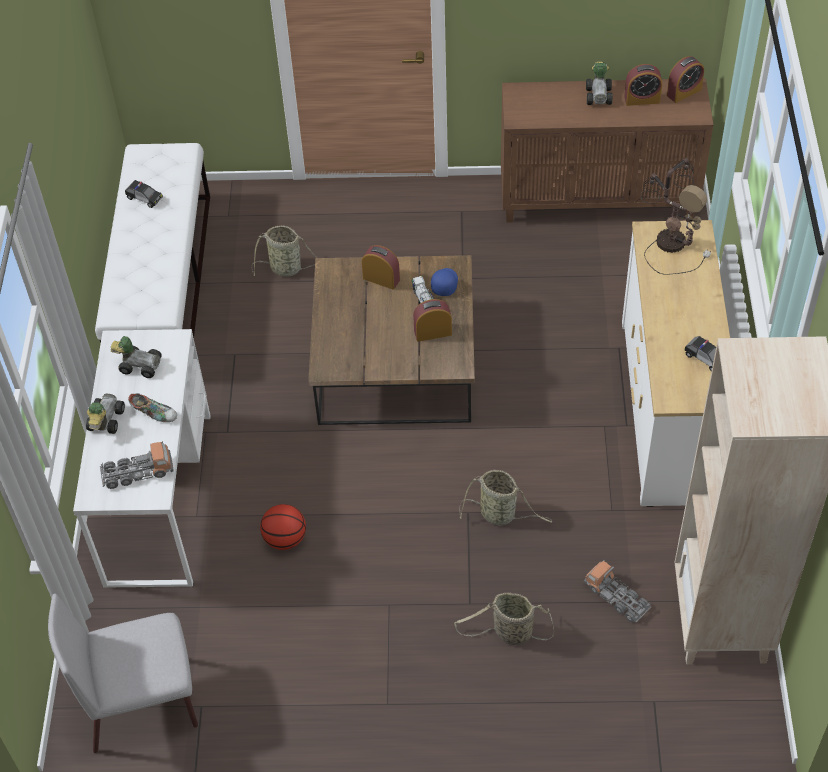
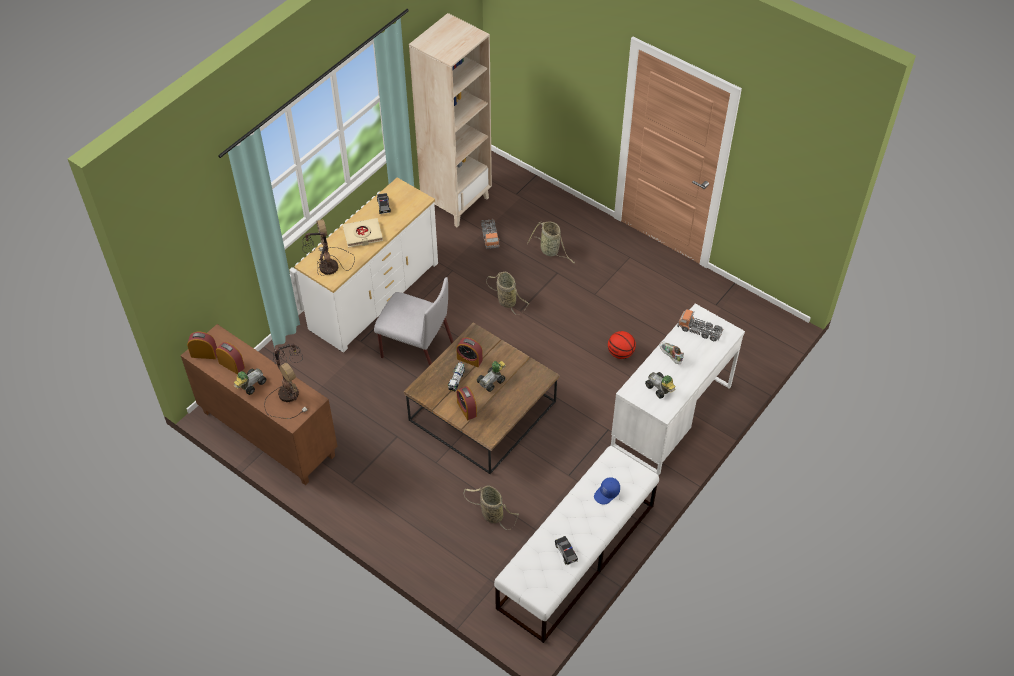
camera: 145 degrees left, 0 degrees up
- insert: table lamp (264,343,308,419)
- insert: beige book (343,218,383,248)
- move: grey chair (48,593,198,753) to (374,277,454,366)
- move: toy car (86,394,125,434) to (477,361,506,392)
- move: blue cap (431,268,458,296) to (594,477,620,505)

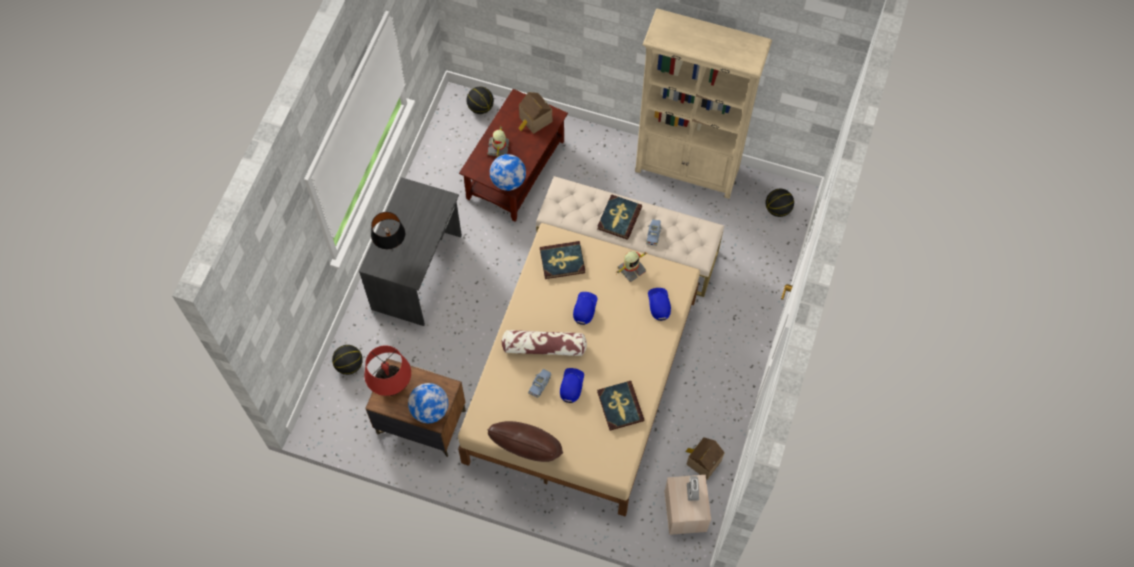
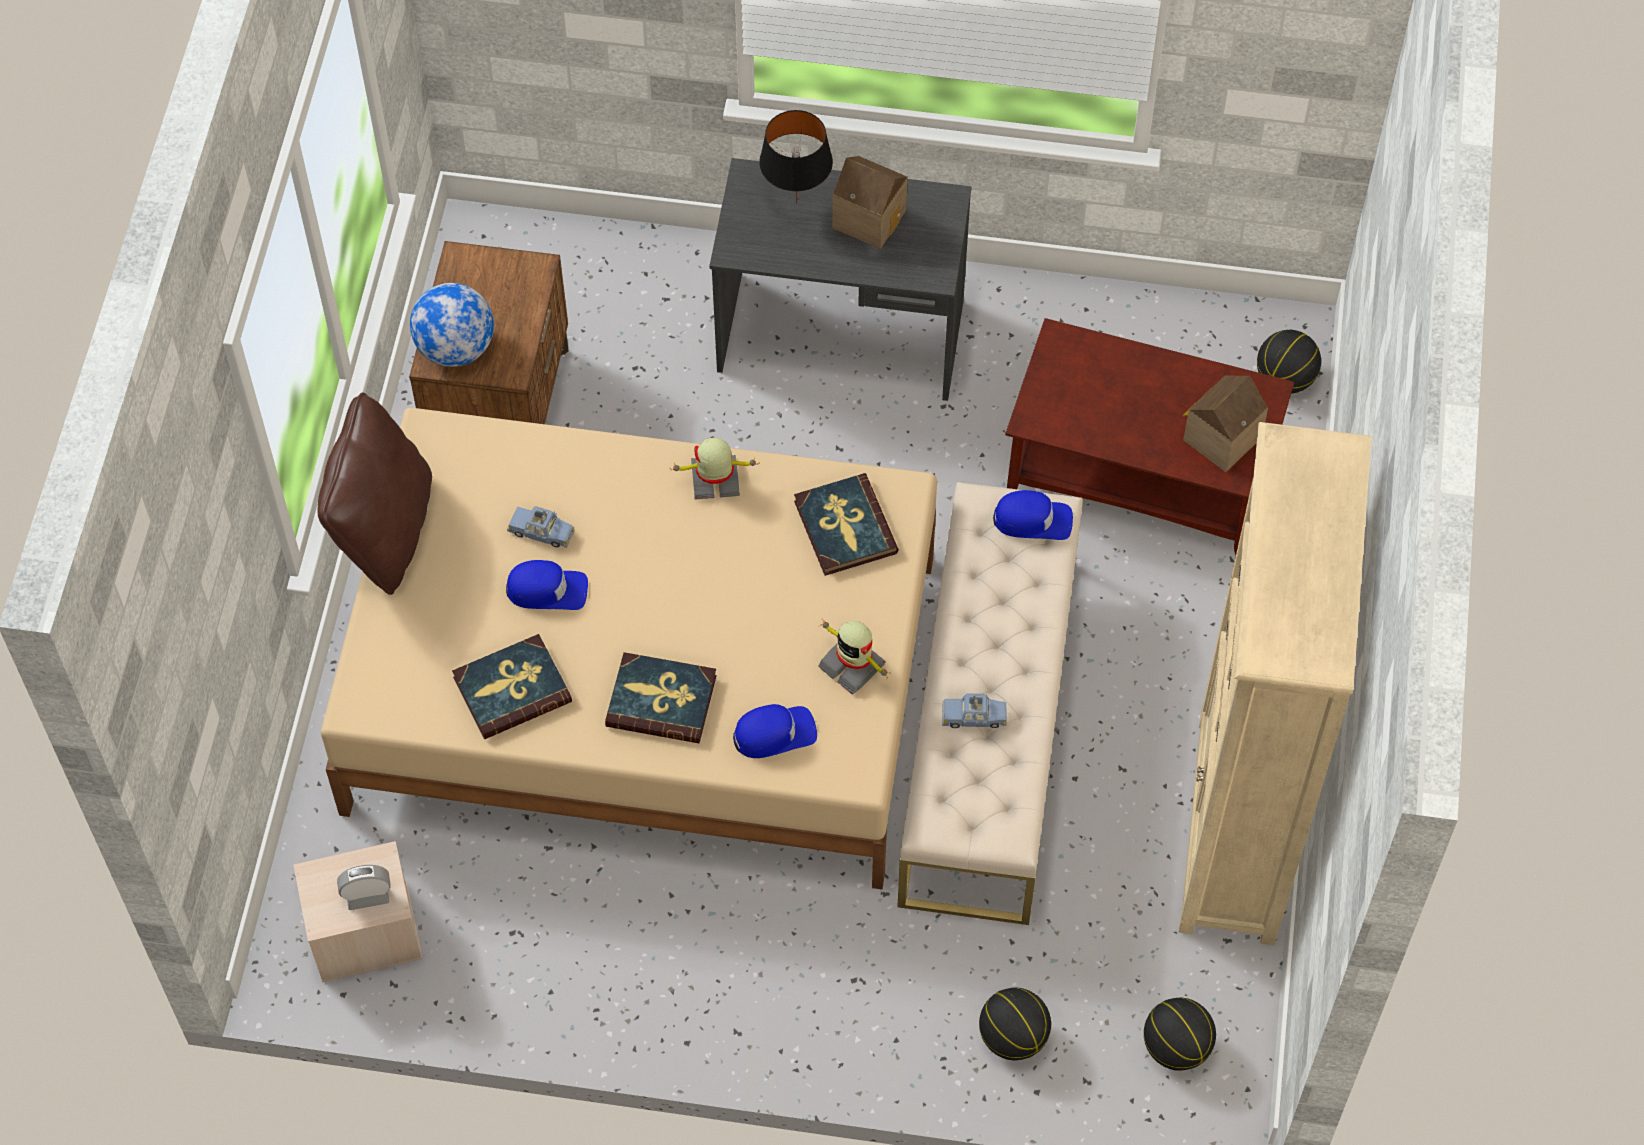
camera: 80 degrees right, 5 degrees down
- delete: red table lamp (364,345,411,396)
- delete: globe (490,154,526,191)
- delete: pillow (502,330,587,356)
- move: basketball (332,345,363,375) to (979,987,1051,1060)
- move: toy robot (487,127,509,157) to (670,438,760,500)
- move: blue cap (573,292,597,325) to (993,490,1073,540)
- move: book (597,194,642,240) to (605,652,717,743)
- move: toy house (685,437,725,479) to (832,156,908,249)

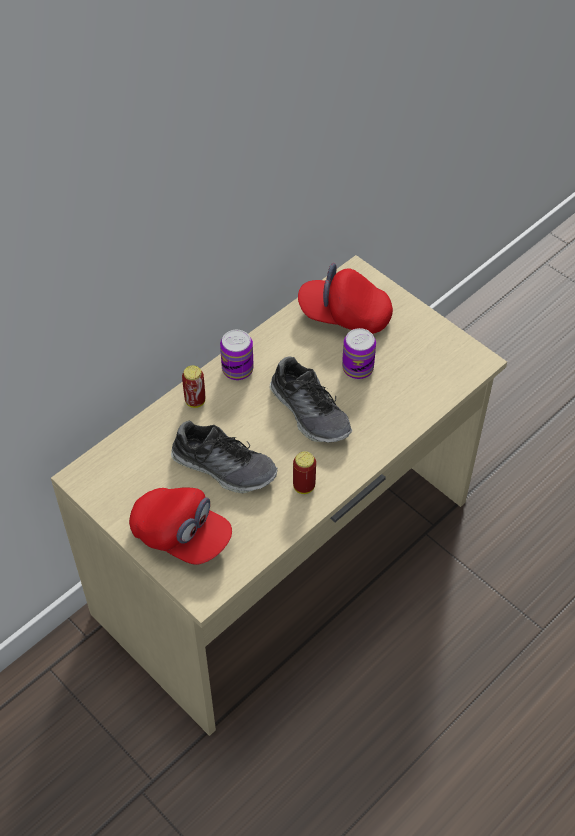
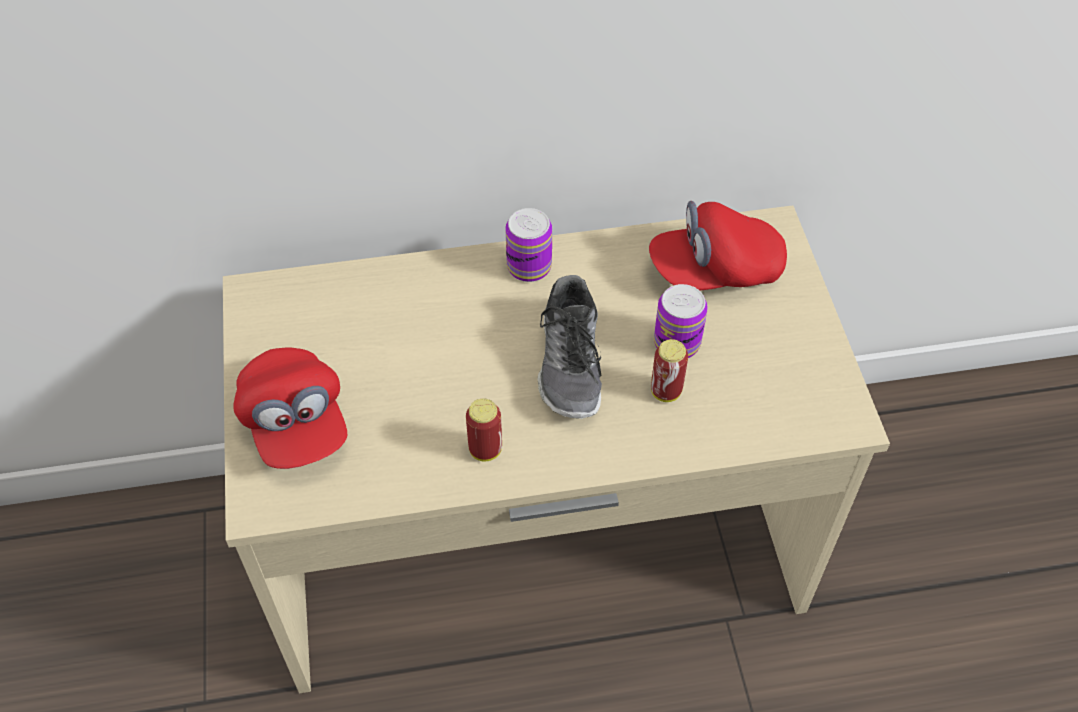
camera: 35 degrees right, 0 degrees up
- delete: shoe (171,421,278,493)
- move: can (182,365,205,408) to (651,339,688,402)
- rotate: red cap (298,263,393,334) = (649,201,787,291) 60 degrees counterclockwise

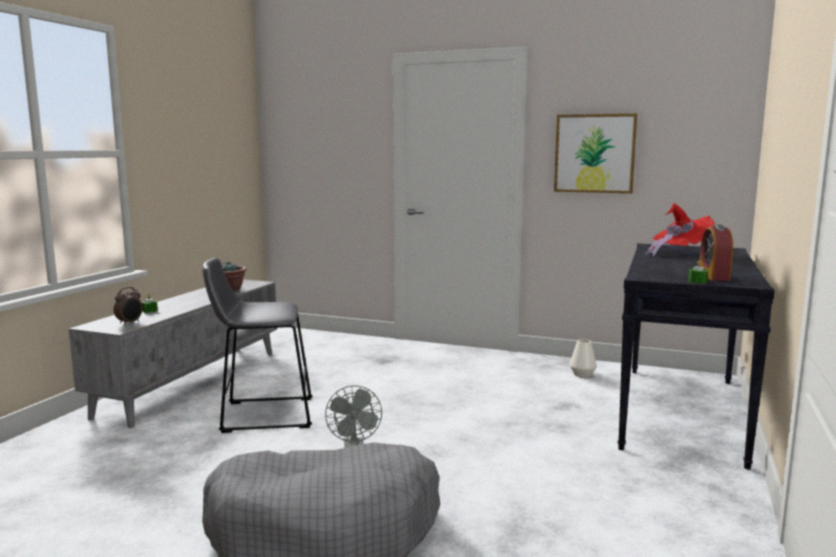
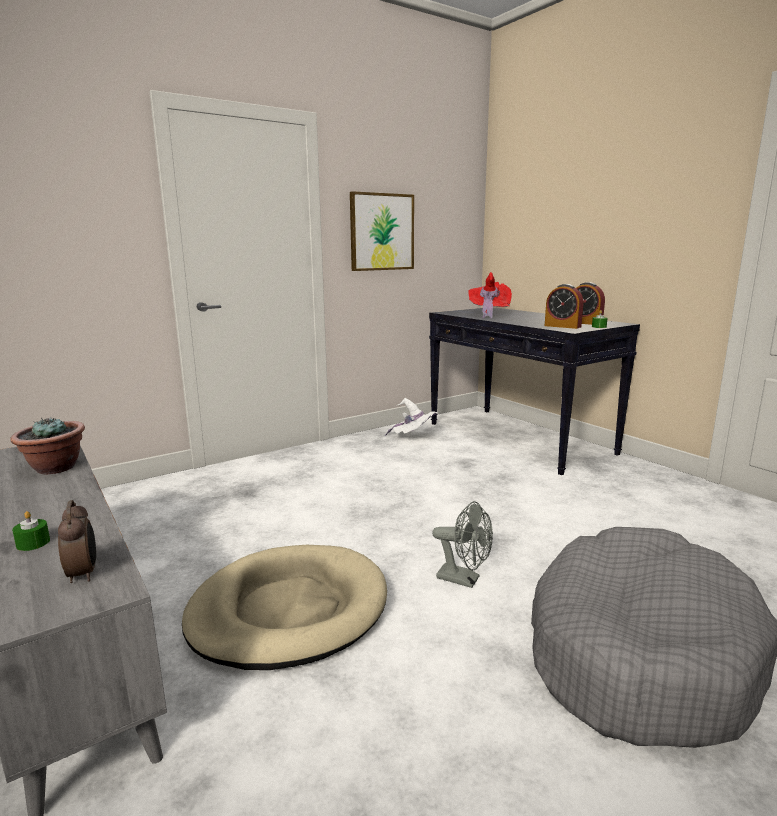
camera: 55 degrees left, 5 degrees up
- insert: alarm clock (545,284,584,329)
- replace: grey stool (202,258,312,433) to beige dog bed (182,545,387,670)
- replace: white vase (569,339,597,377) to white hat (385,398,438,436)

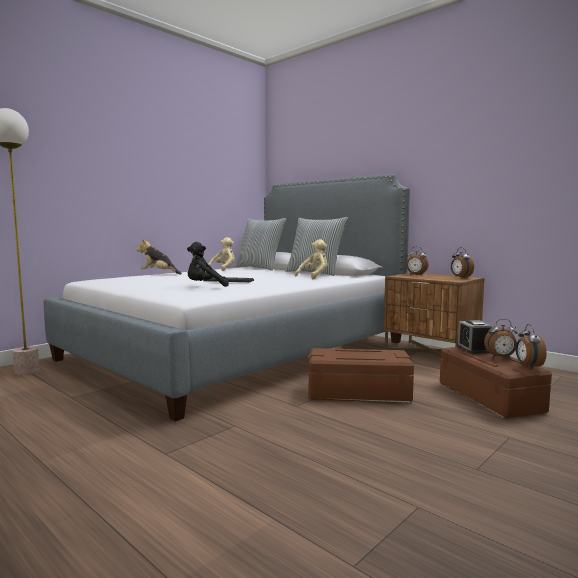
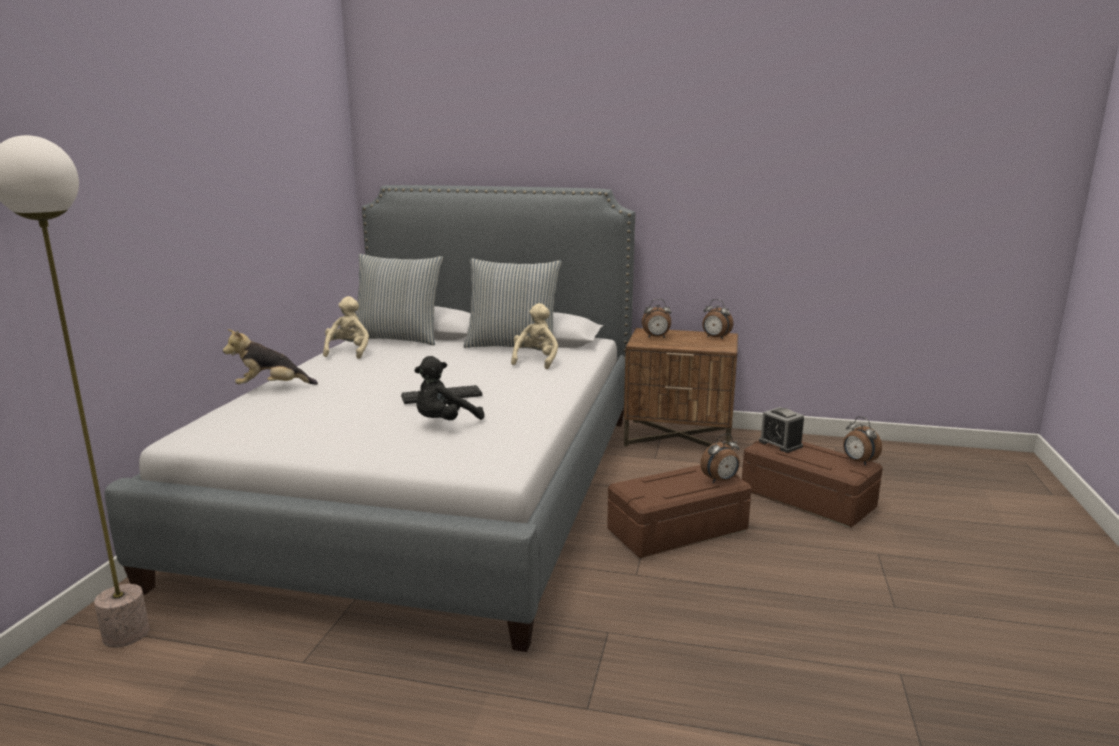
camera: 30 degrees left, 10 degrees up
- move: alarm clock (484,319,518,358) to (700,434,740,483)

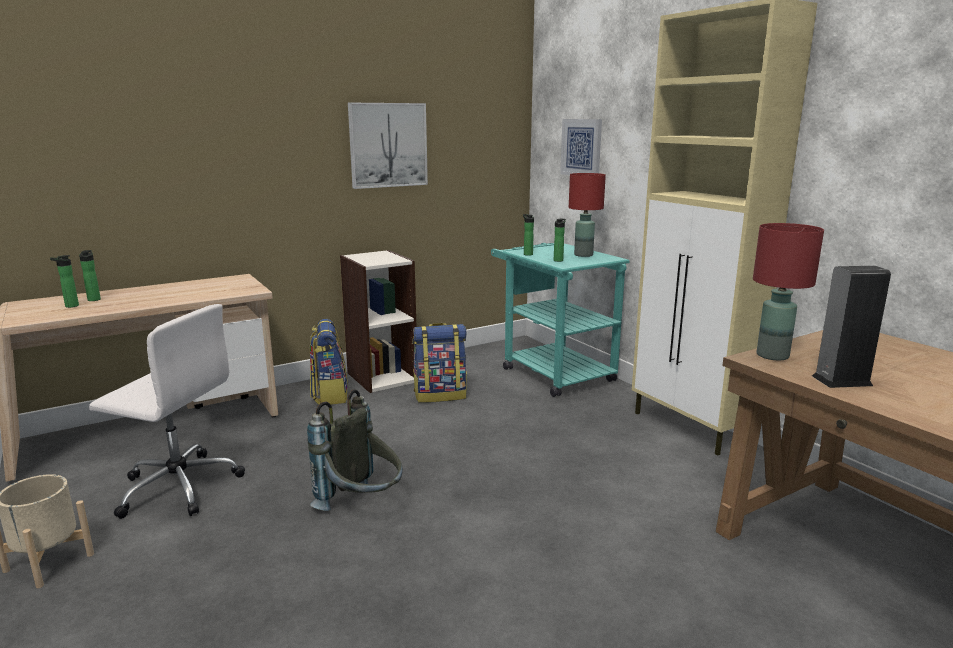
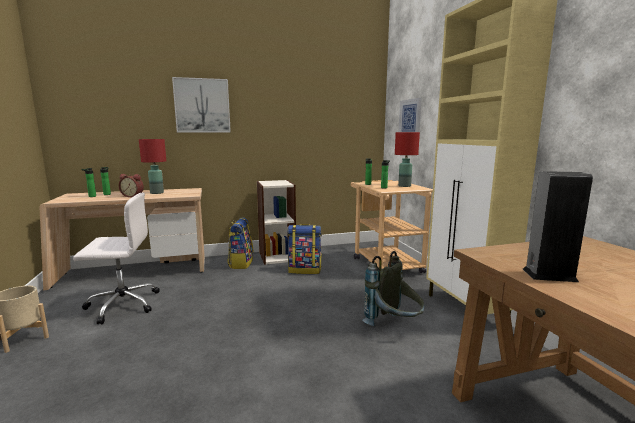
camera: 15 degrees right, 5 degrees down
- insert: alarm clock (119,174,144,197)
- move: grey backpack (307,389,403,511) to (362,251,425,326)
- move: picture (348,103,428,189) to (172,77,231,132)
- move: red table lamp (753,223,824,360) to (139,139,166,194)
- recolor: turquoise cart (491,243,630,397) to beige cart (351,180,433,273)
- rotate: white office chair (89,304,245,519) = (73,193,160,324) 45 degrees counterclockwise

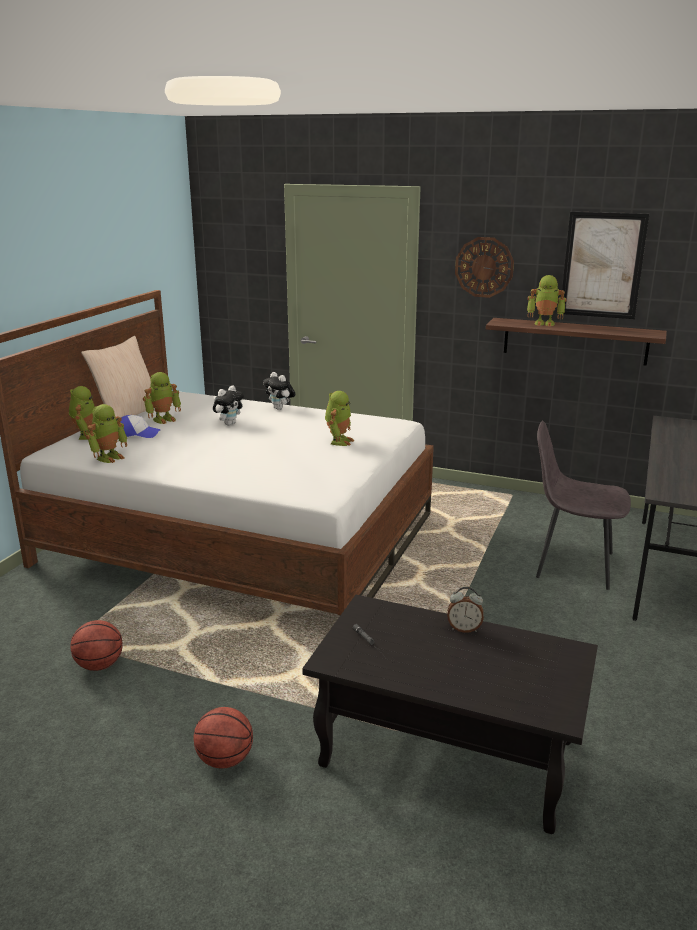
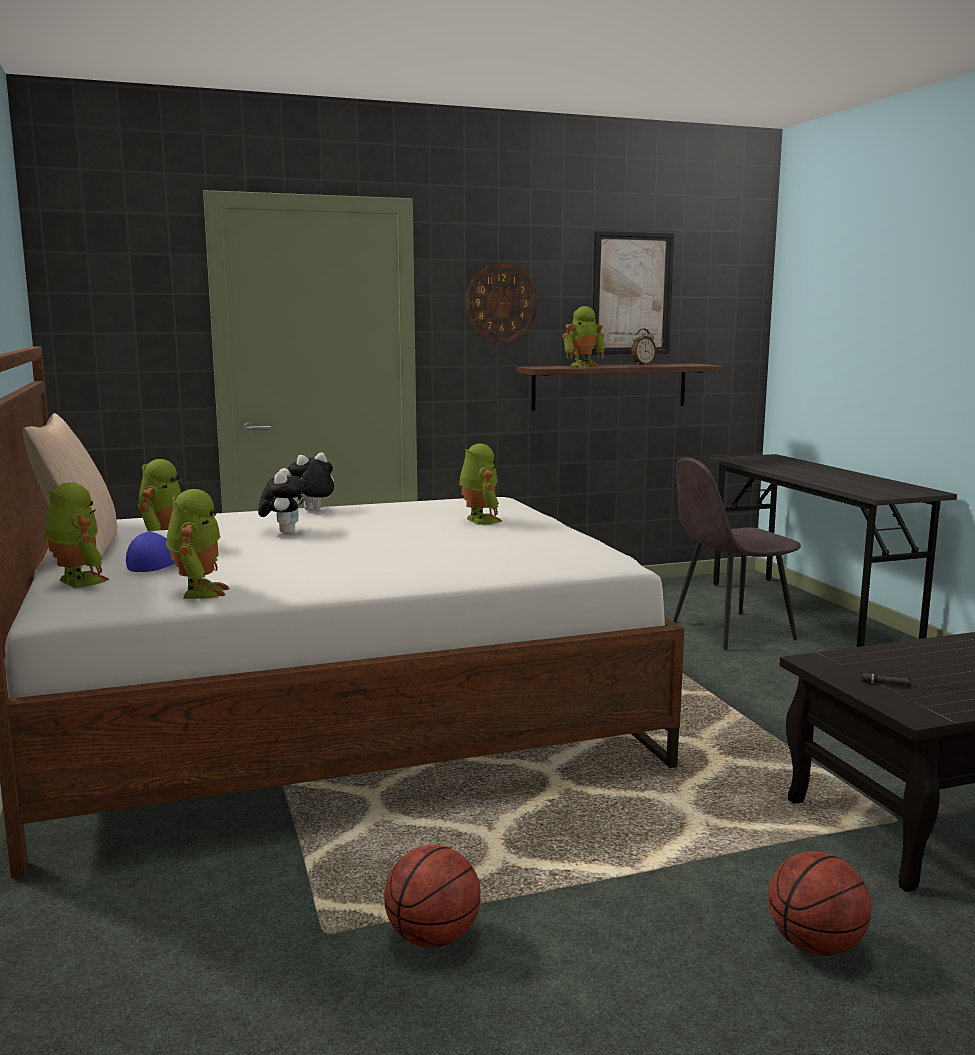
camera: 40 degrees left, 10 degrees down
- move: alarm clock (447,587,484,633) to (631,329,656,365)
- rotate: plush toy (263,372,296,410) = (287,452,334,511) 135 degrees clockwise

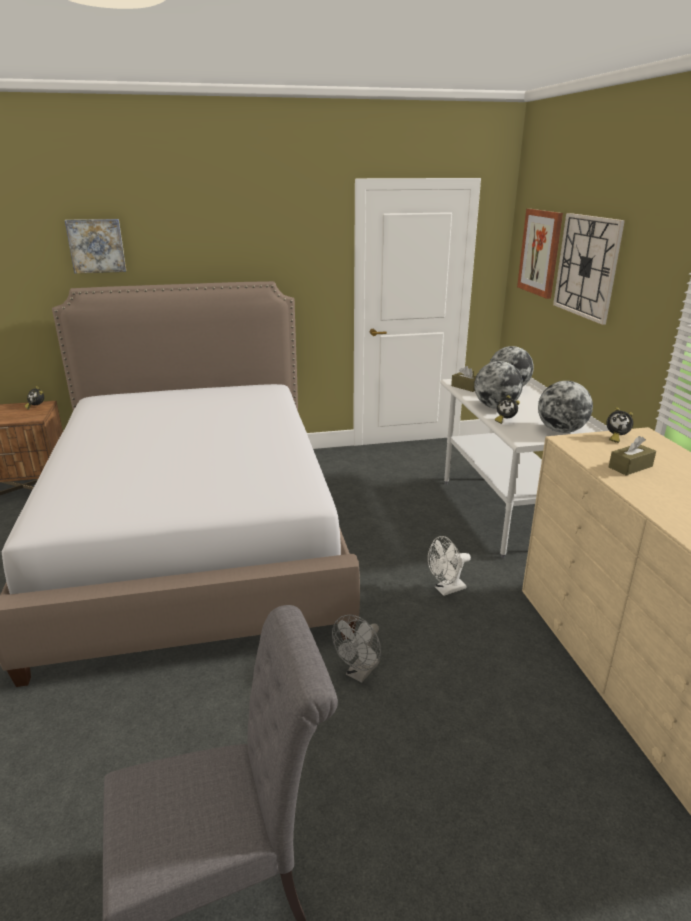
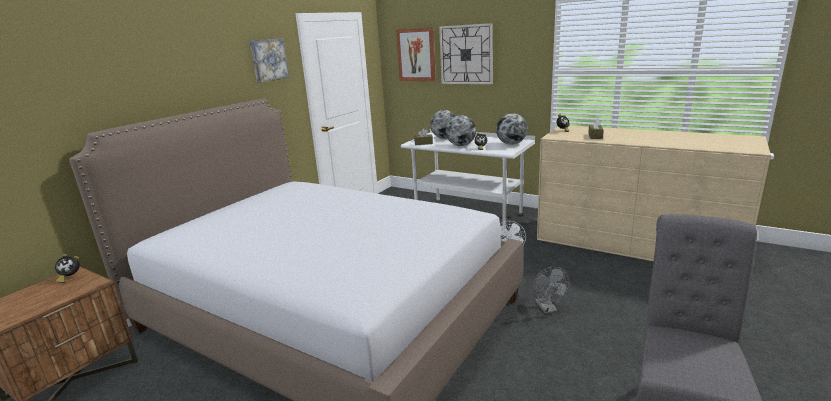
camera: 45 degrees left, 5 degrees down
- move: picture (65,219,126,273) to (250,38,289,83)

